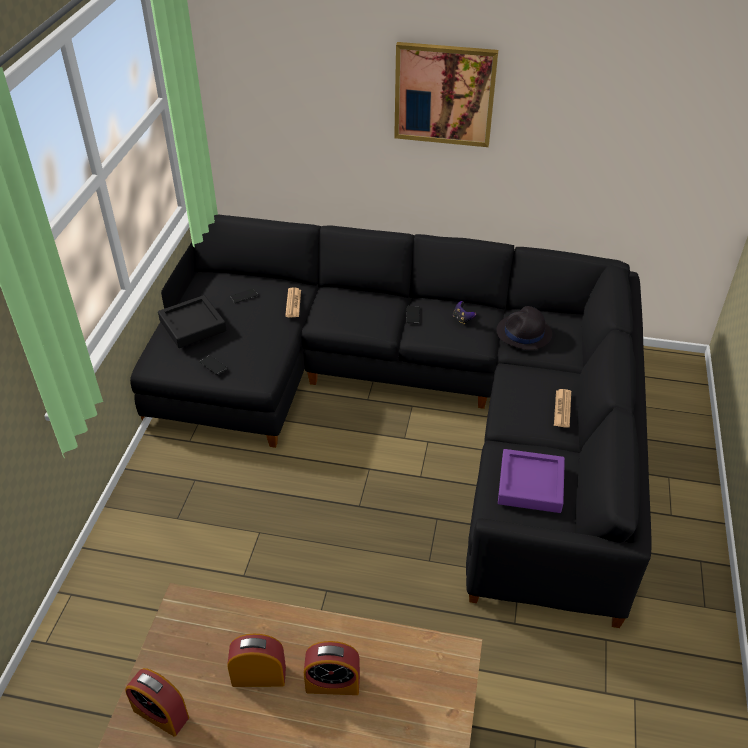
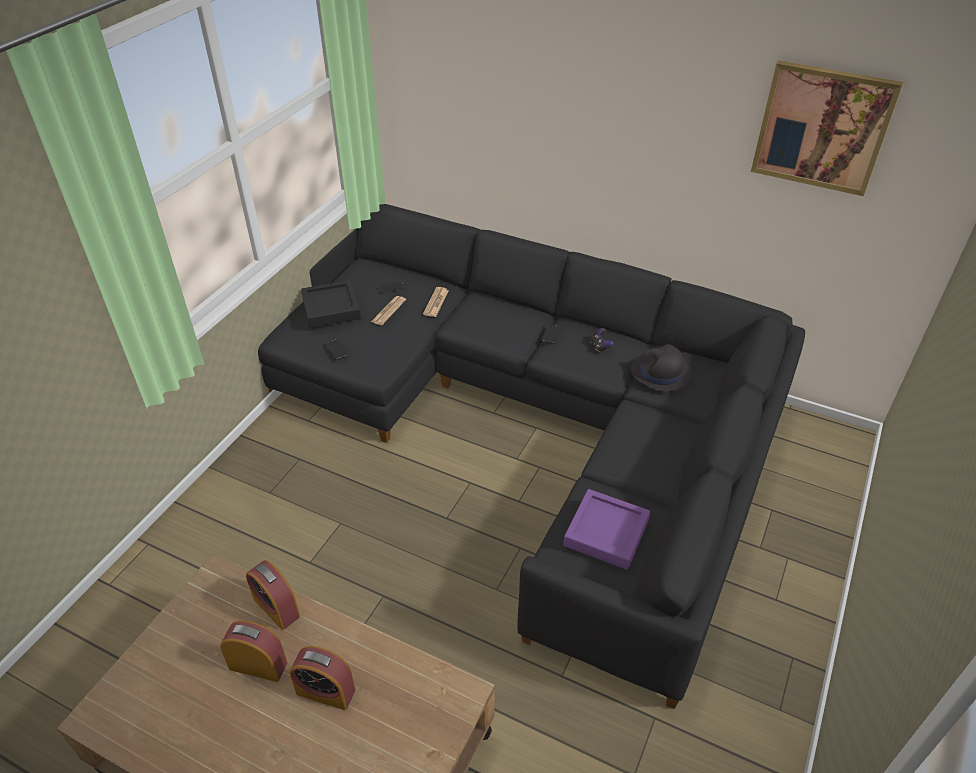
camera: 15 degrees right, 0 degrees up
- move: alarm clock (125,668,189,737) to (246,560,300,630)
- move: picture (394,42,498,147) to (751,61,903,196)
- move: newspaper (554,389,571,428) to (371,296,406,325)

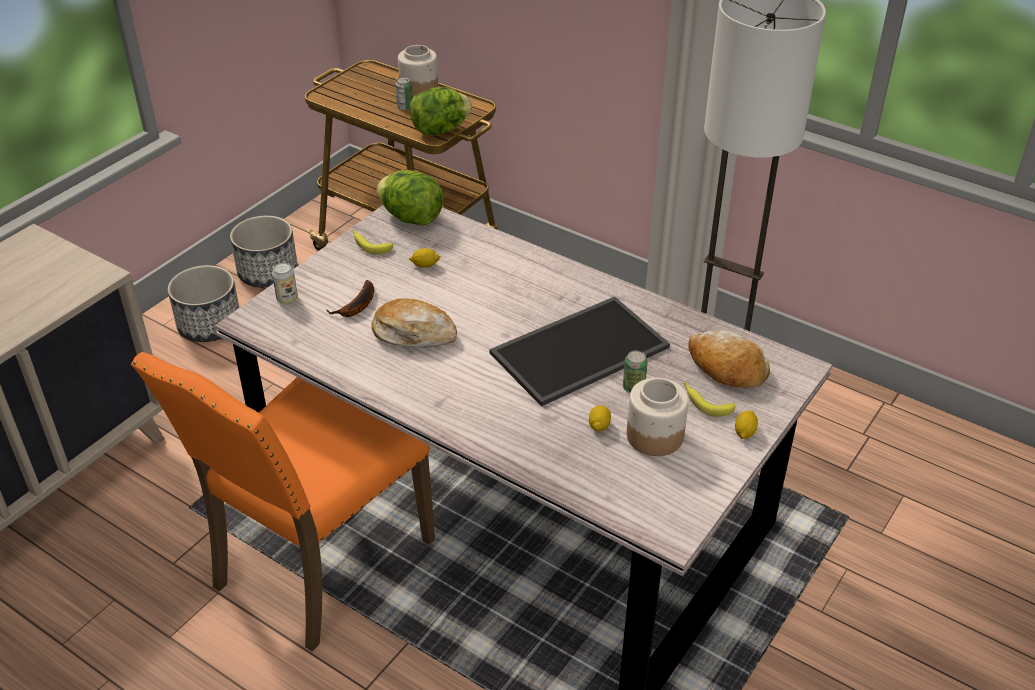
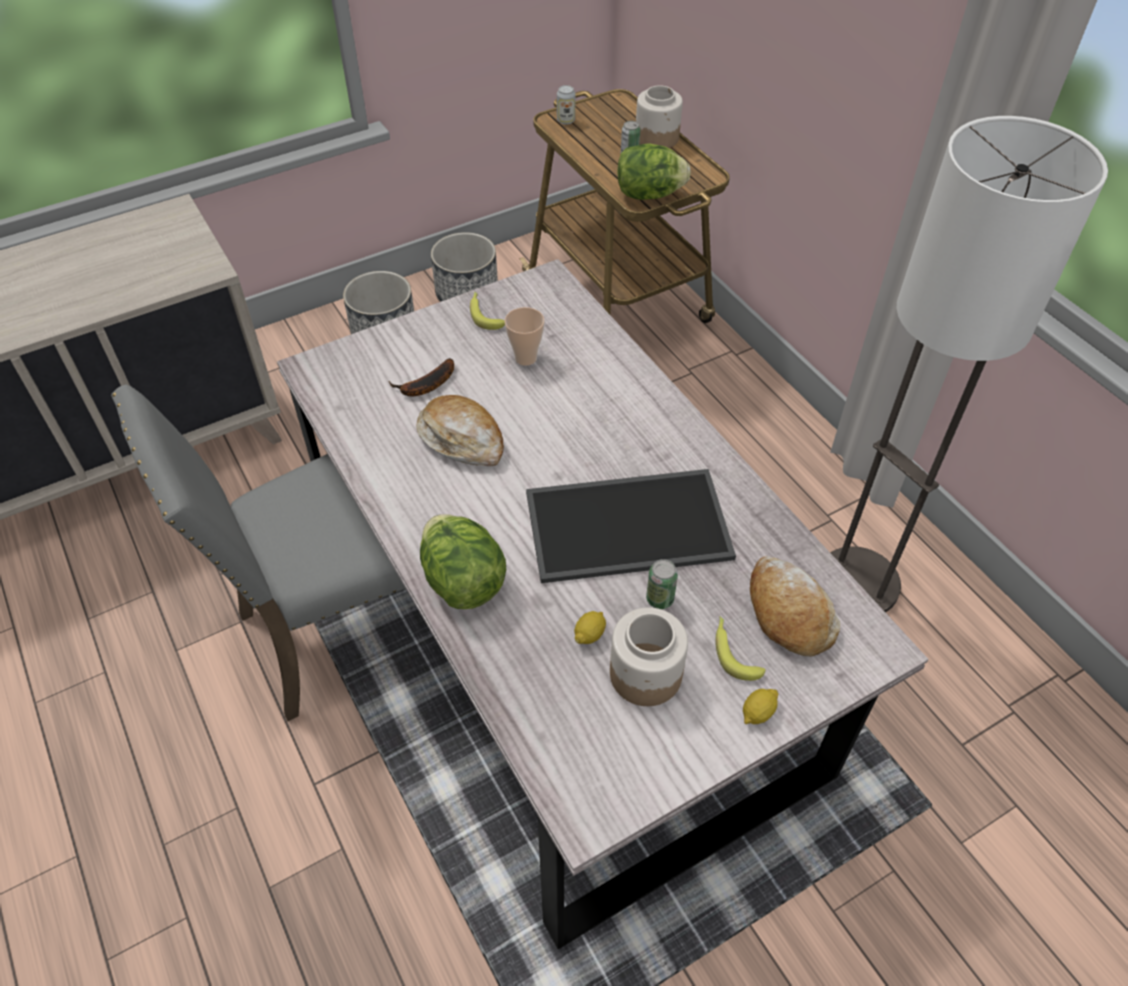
camera: 25 degrees right, 10 degrees up
- move: can (272,263,298,304) to (557,85,575,125)
- move: lettuce (377,170,444,226) to (420,514,506,609)
- replace: lemon (409,248,440,268) to cup (504,307,545,366)
- recolor: orange chair (131,352,435,651) to grey chair (111,385,406,721)

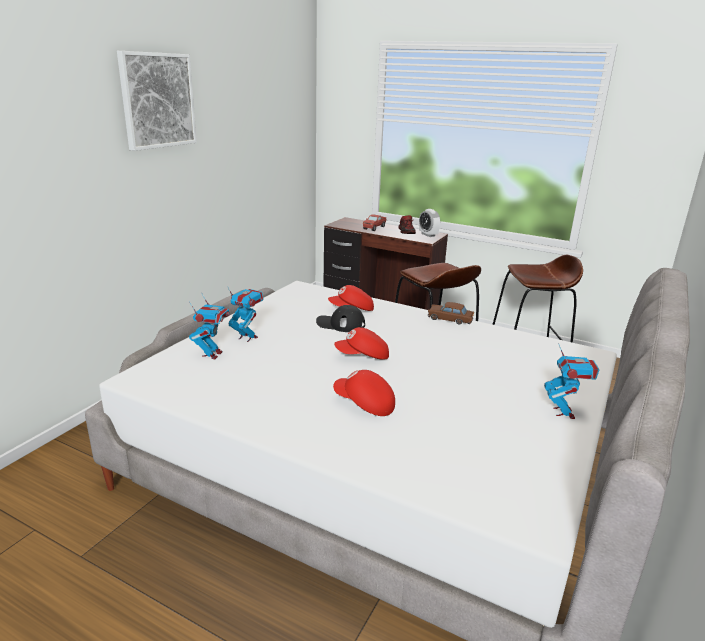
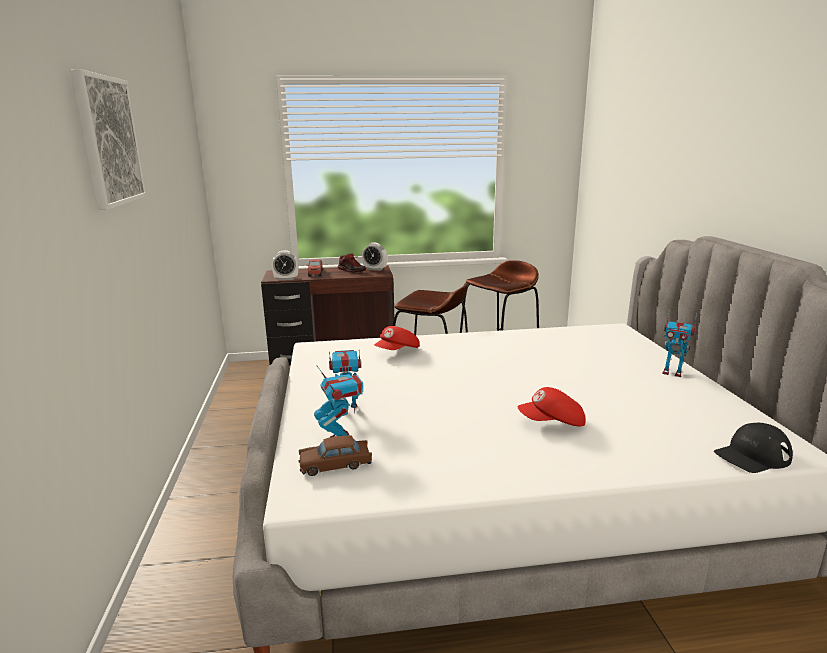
camera: 35 degrees left, 5 degrees down
- delete: red cap (334,327,389,360)
- insert: alarm clock (272,251,299,280)
- move: black cap (316,305,365,332) to (714,423,793,473)
- move: brown toy car (428,302,474,325) to (299,435,372,476)
- rotate: toy robot (544,343,600,419) = (662,310,697,377) 150 degrees clockwise

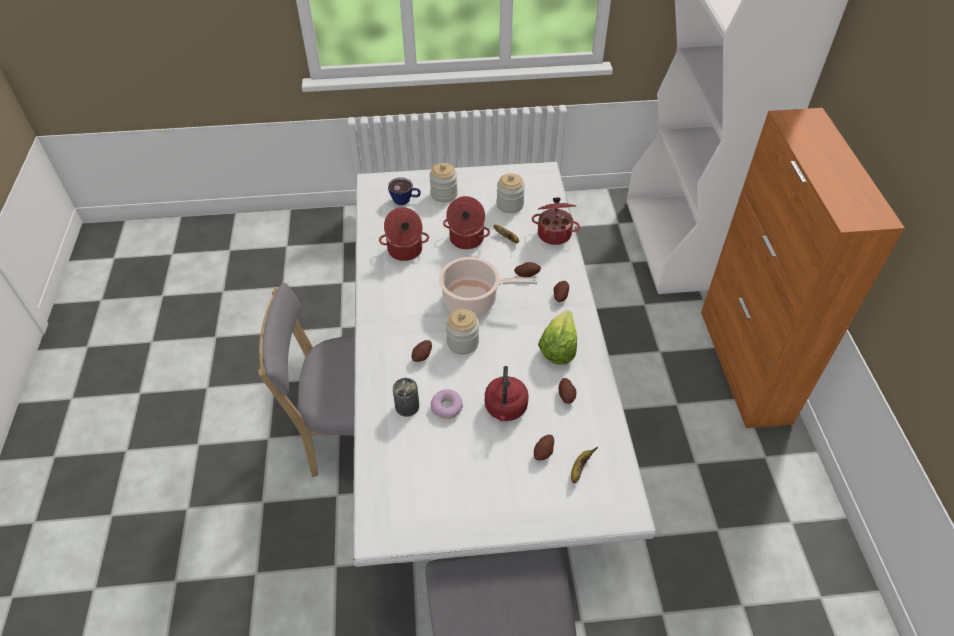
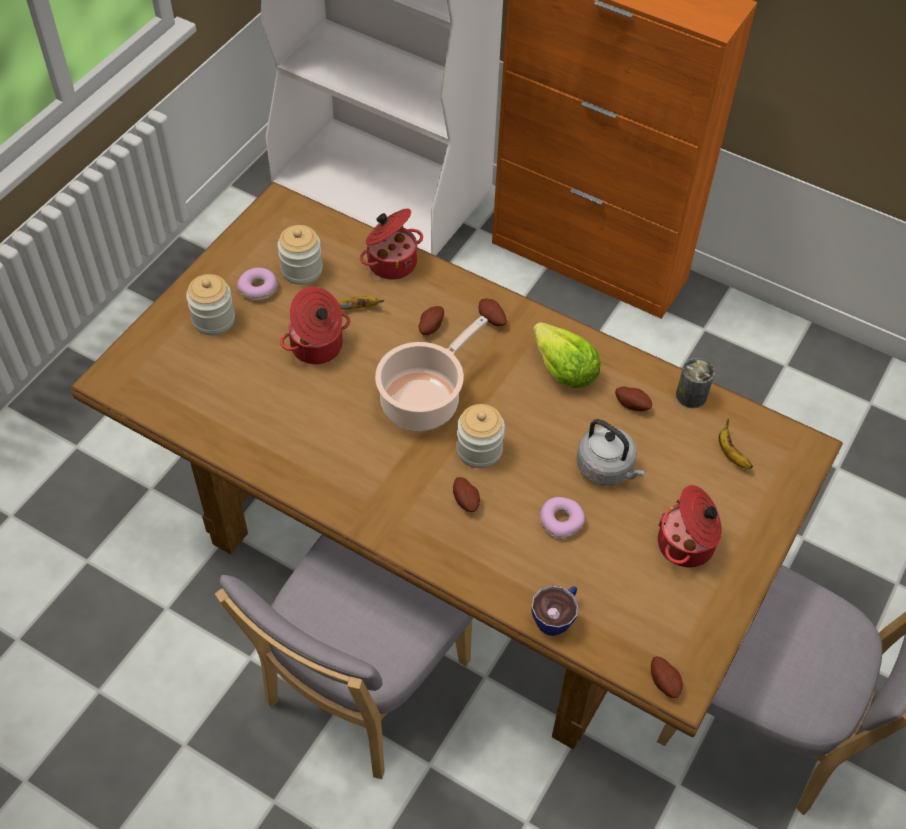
camera: 55 degrees left, 5 degrees up
- insert: donut (237,268,278,301)
- move: cooking pot (379,207,429,261) to (658,485,722,567)
- move: cup (388,177,421,205) to (531,585,578,636)
- move: can (393,378,419,417) to (676,358,715,408)
- move: potato (534,435,554,460) to (651,656,683,698)
- recolor: white dining table (353,162,656,567) to brown dining table (70,182,843,749)
- recolor: red kettle (485,366,529,422) to grey kettle (576,419,645,486)

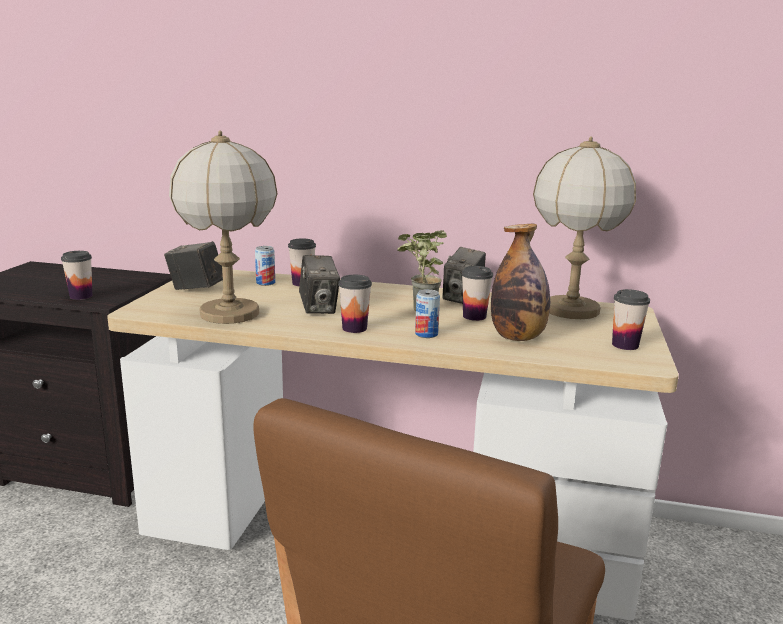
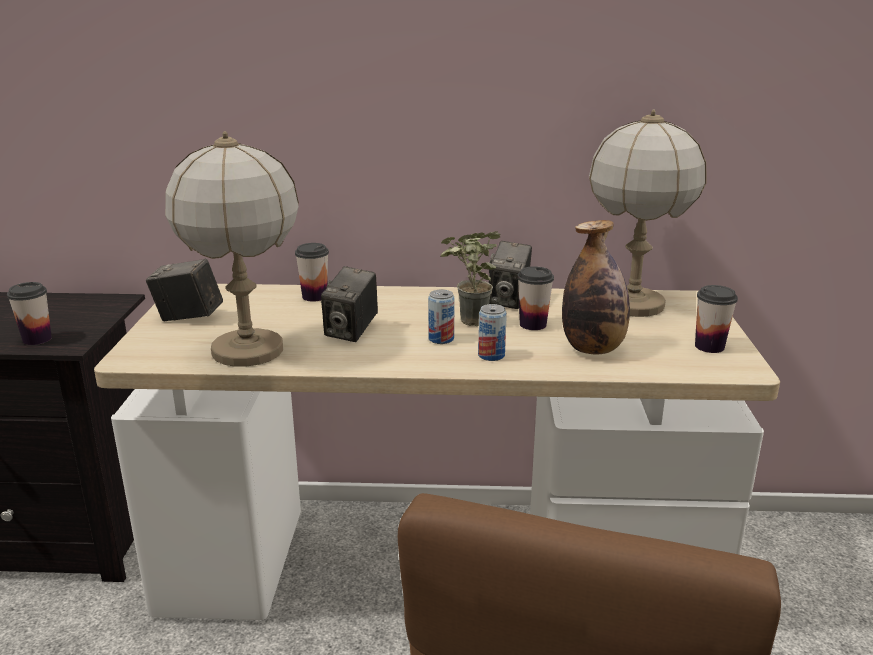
camera: 10 degrees left, 5 degrees up
- delete: cup (338,275,372,333)
- move: can (255,246,275,286) to (428,290,455,344)
- rotate: photo camera (299,255,340,314) = (321,266,378,342) 45 degrees clockwise

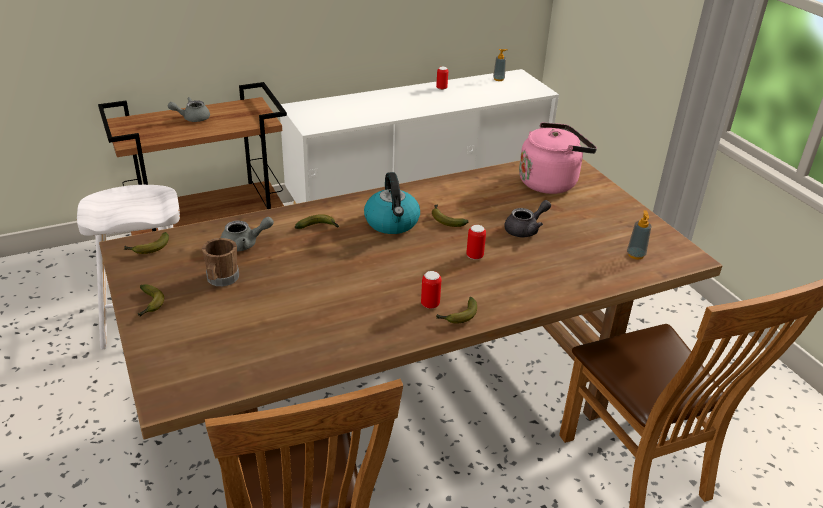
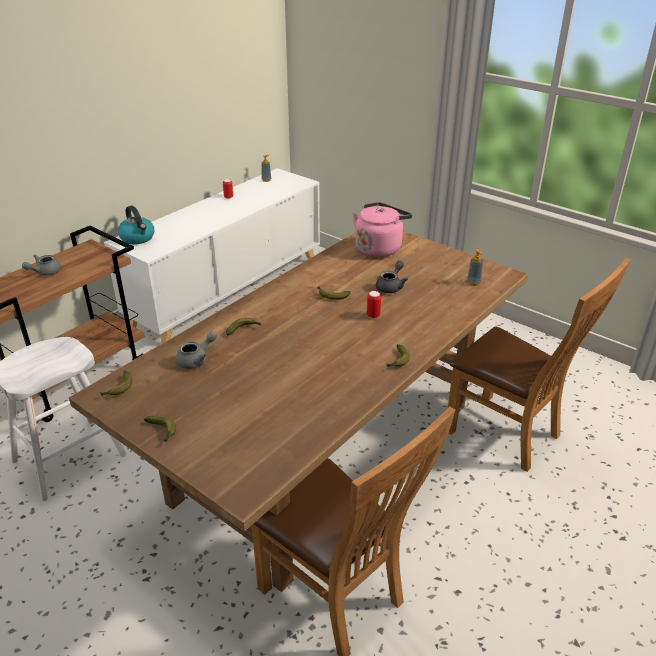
camera: 25 degrees left, 0 degrees up
- delete: brown mug (202,238,239,286)
- delete: can (421,271,441,309)
- move: kettle (364,172,420,234) to (118,206,154,244)

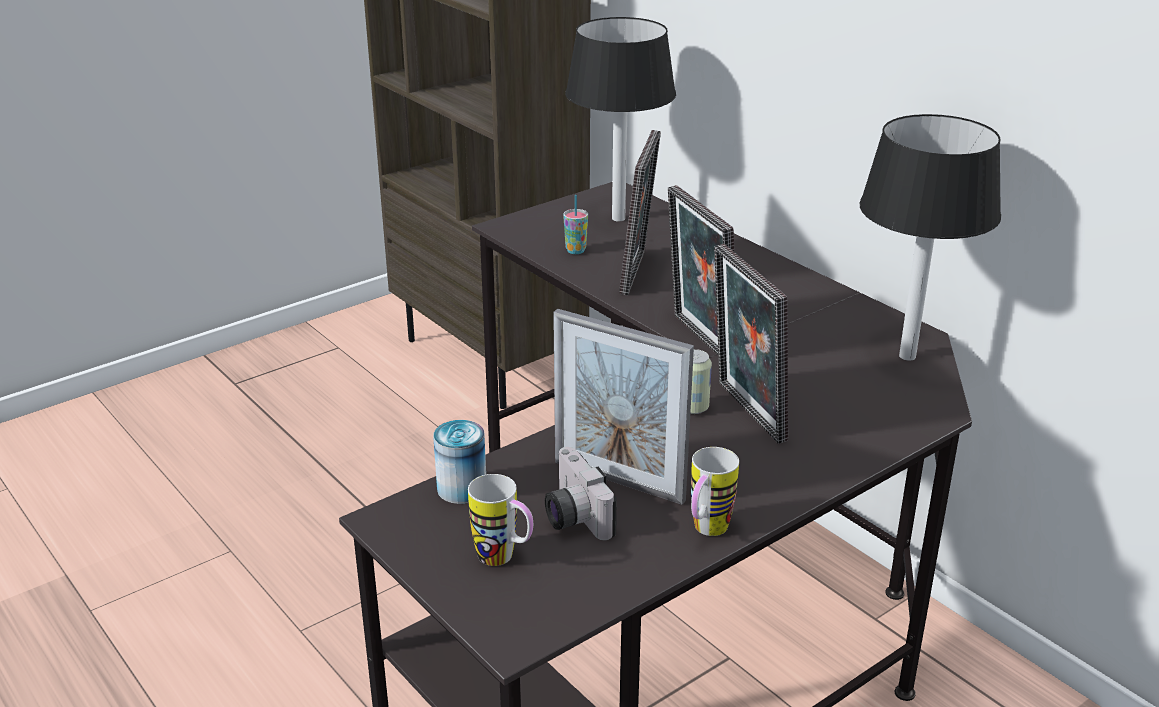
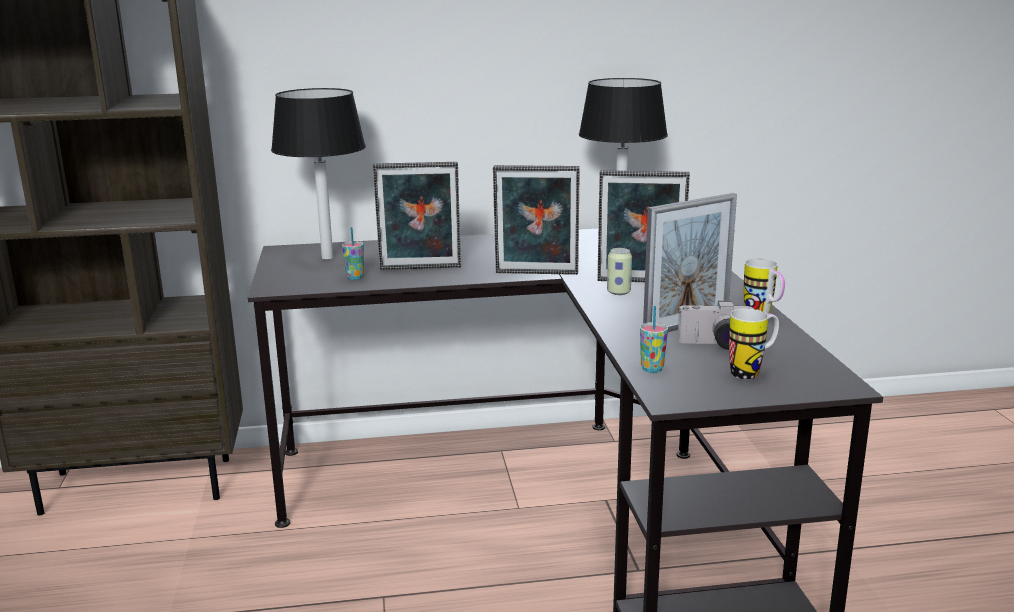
camera: 60 degrees left, 10 degrees down
- replace: can (433,420,486,504) to cup (640,306,668,373)
- rotate: picture frame (619,130,661,295) = (373,162,461,270) 135 degrees clockwise

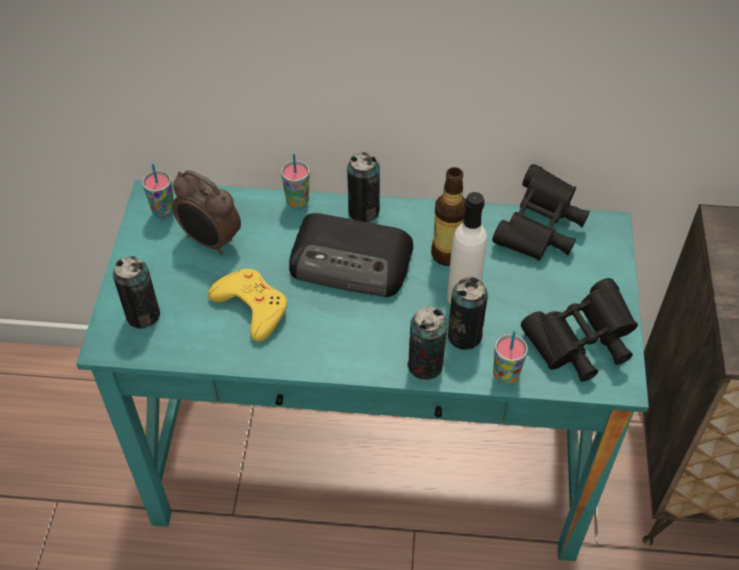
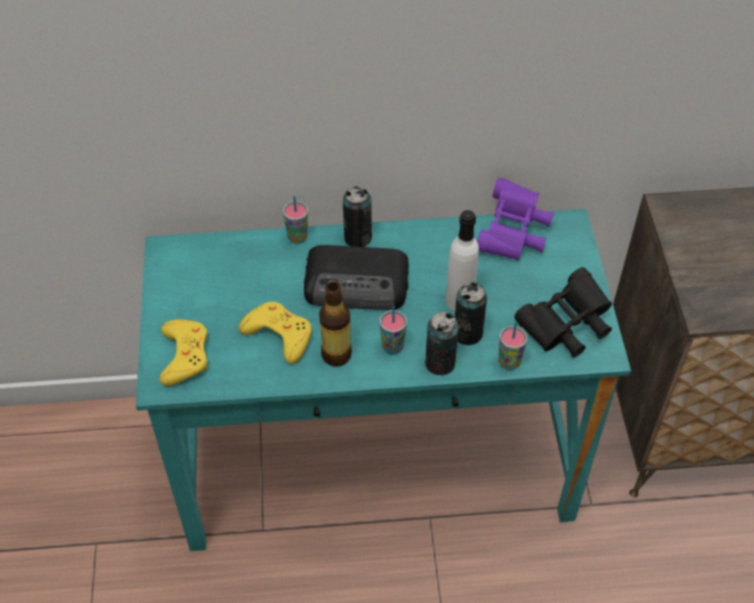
camera: 10 degrees left, 0 degrees up
- delete: alarm clock (172,170,241,255)
- move: cup (142,163,174,219) to (380,306,407,354)
- move: bottle (431,167,466,266) to (319,282,352,366)
- replace: can (113,256,160,329) to yellow game controller (160,319,208,386)
- recolor: black binoculars (492,164,590,261) to purple binoculars (477,178,554,261)

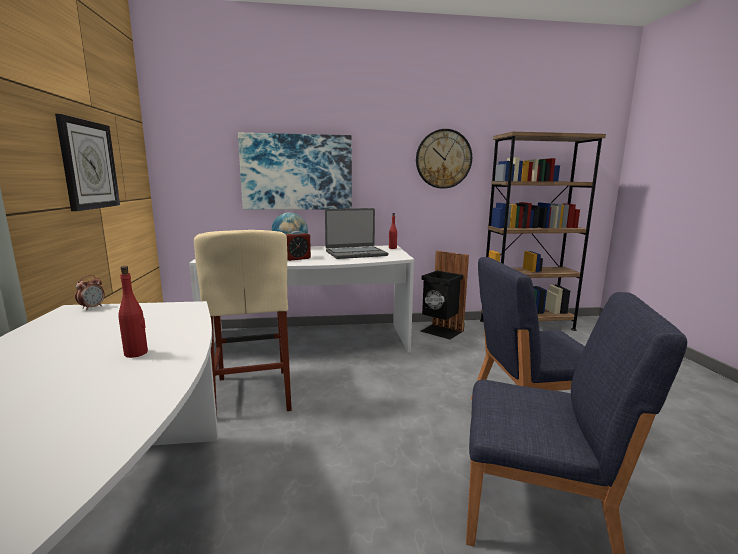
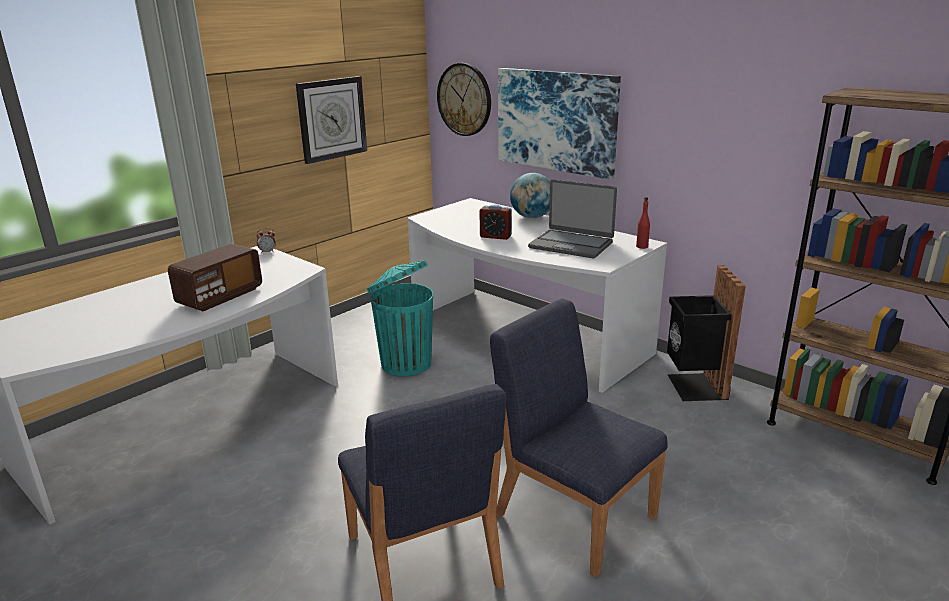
camera: 50 degrees right, 10 degrees up
- move: wall clock (416,129,472,189) to (437,63,491,136)
- replace: red bottle (118,266,148,358) to radio (168,244,262,311)
- replace: beige stool (194,230,292,415) to turquoise trash can (366,260,433,376)

